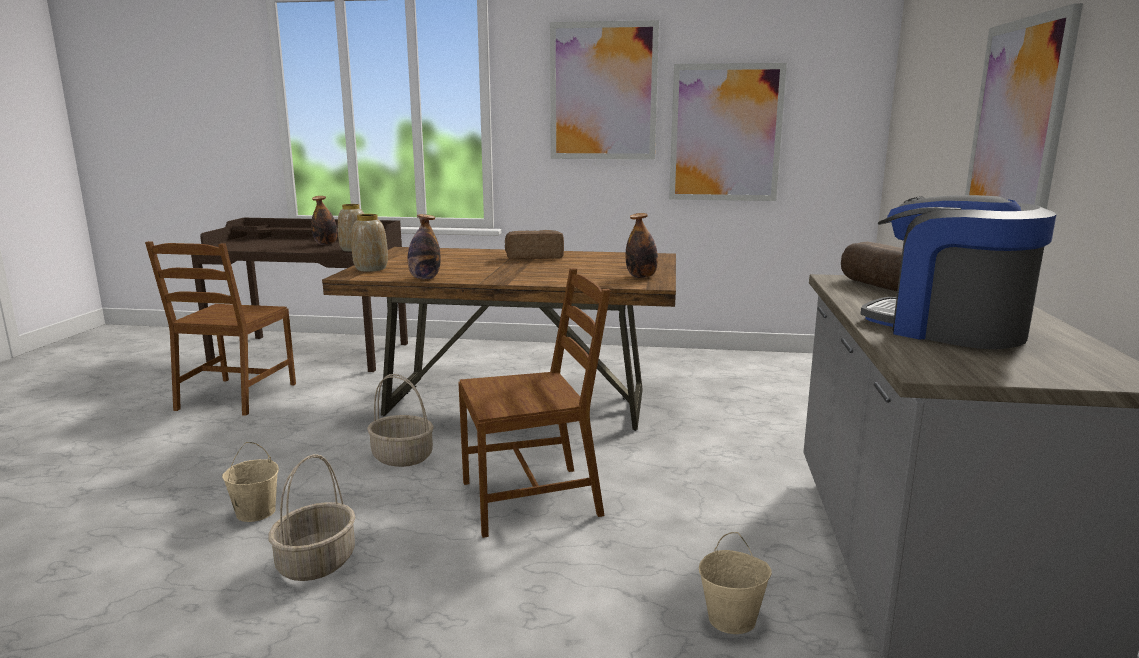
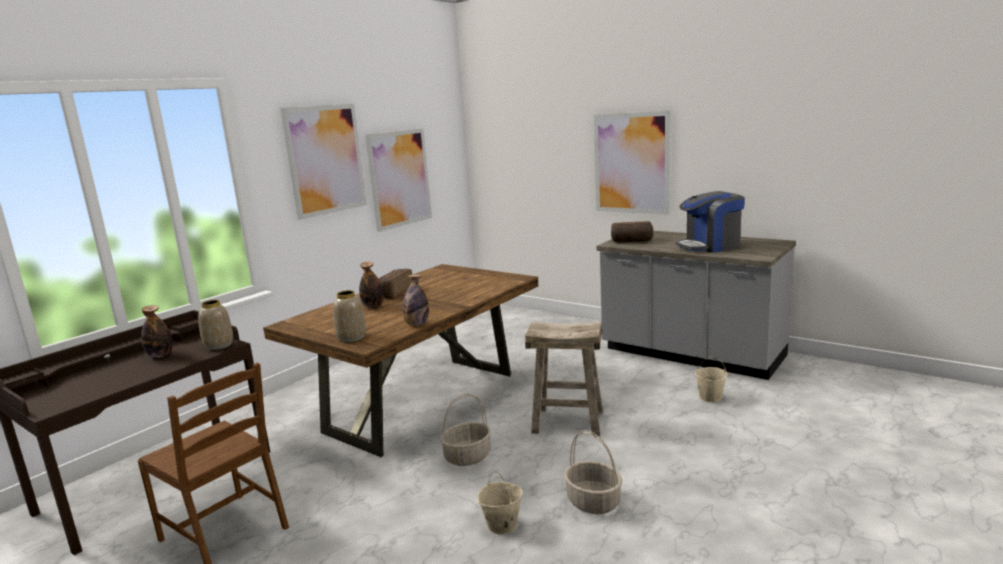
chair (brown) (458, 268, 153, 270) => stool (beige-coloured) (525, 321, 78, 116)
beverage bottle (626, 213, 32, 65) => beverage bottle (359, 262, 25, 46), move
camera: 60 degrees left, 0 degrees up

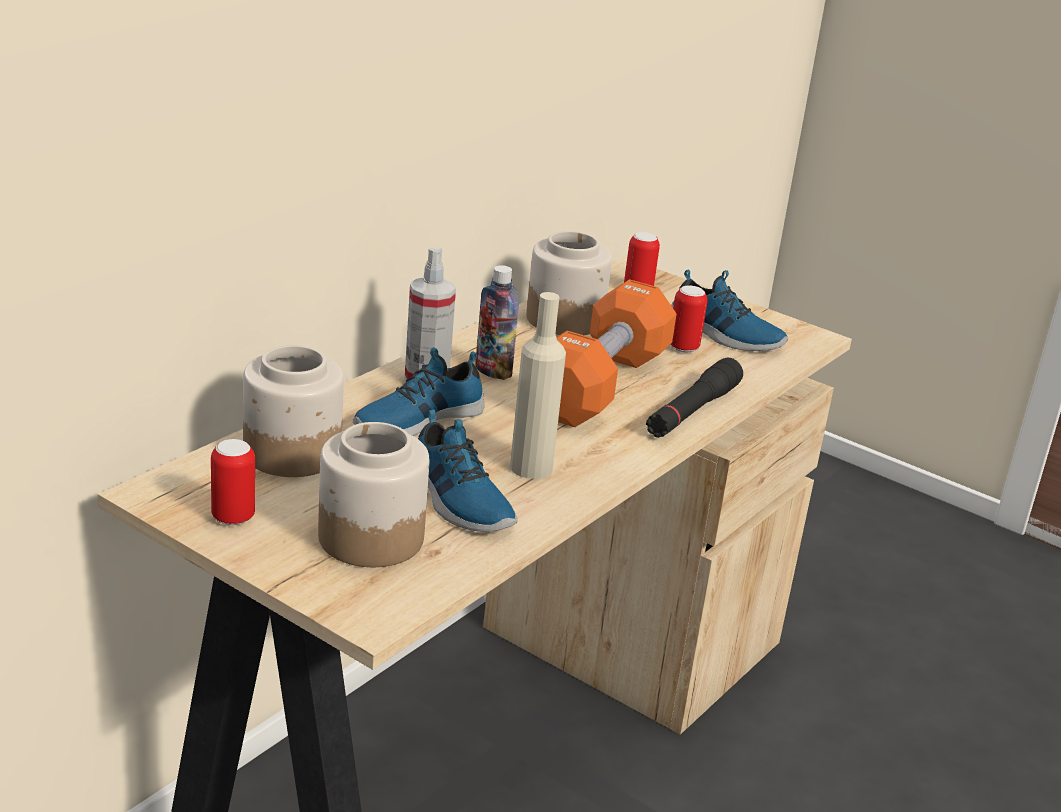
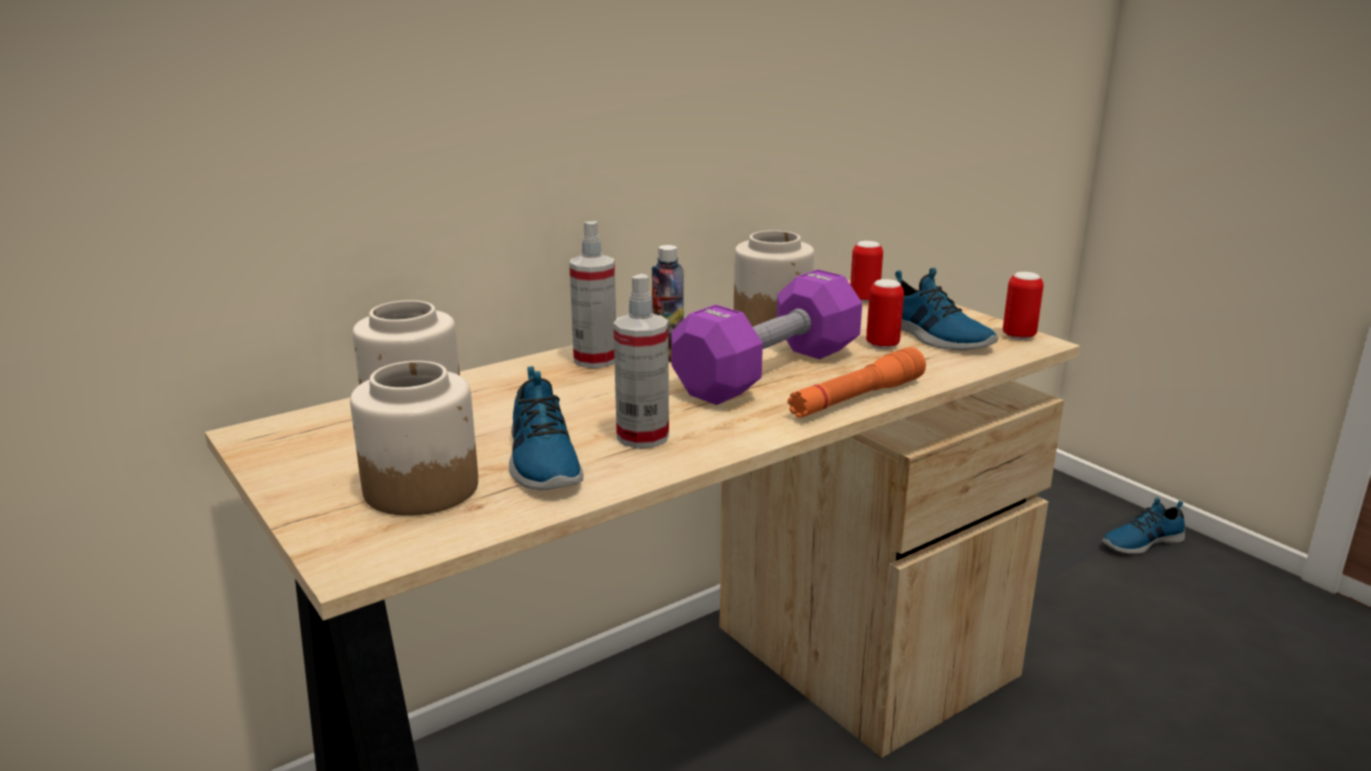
sealed can (211, 439, 44, 86) => sealed can (1003, 272, 41, 68), move
low shoe (353, 347, 131, 89) => low shoe (1102, 497, 83, 57), move
beverage bottle (beige-coloured) (510, 292, 56, 187) => spray bottle (613, 274, 56, 175)
hand weight (orange-coloured) (556, 279, 120, 148) => hand weight (purple-coloured) (671, 269, 191, 136)
hand torch (blackish) (646, 358, 97, 80) => hand torch (orange-coloured) (788, 347, 138, 71)
camera: 20 degrees right, 5 degrees down

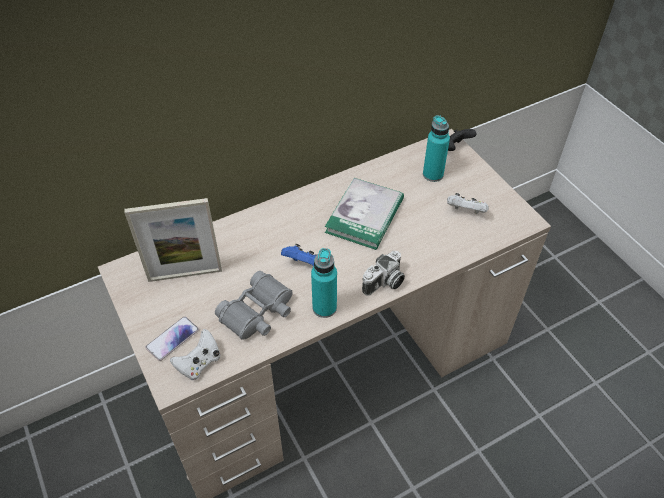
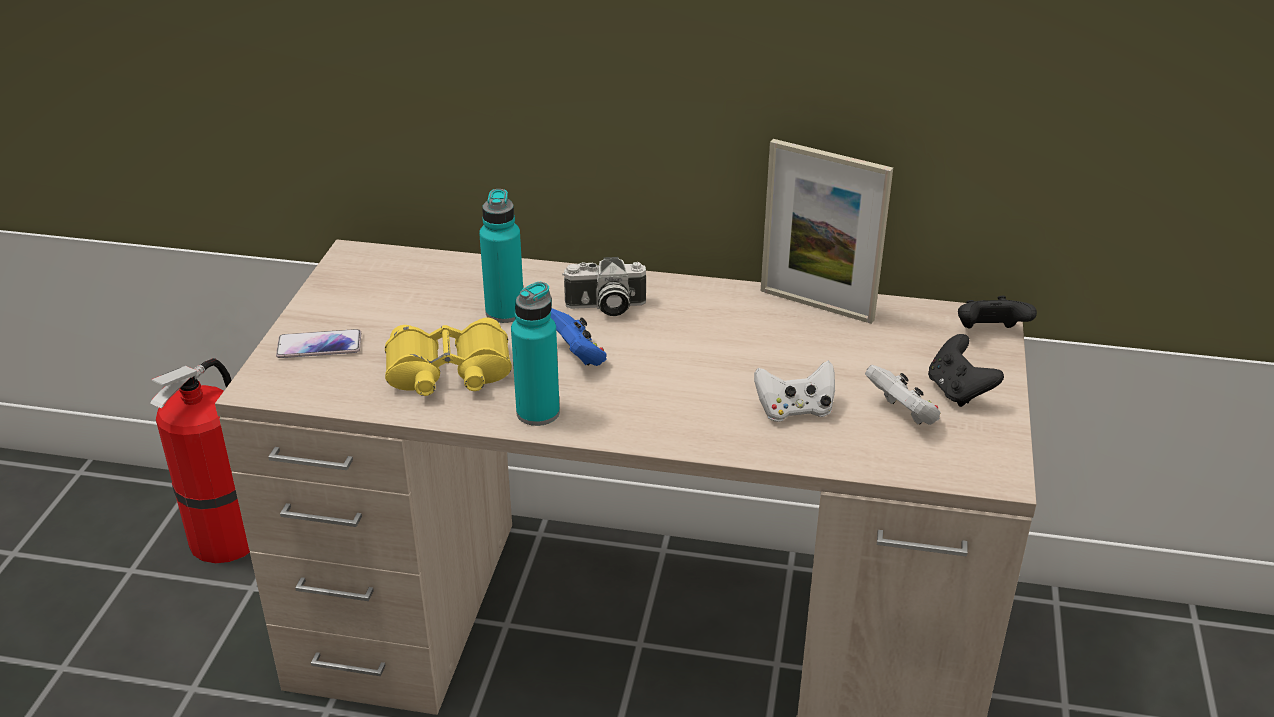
picture frame (124, 198, 98, 84) => picture frame (761, 139, 132, 185), move
joypad (white) (170, 329, 50, 51) => joypad (white) (754, 360, 81, 62), move
pair of binoculars (greyish) (215, 271, 78, 68) => pair of binoculars (yellow-coloured) (385, 318, 127, 78)
bound book (325, 178, 79, 72) => nothing
photo camera (362, 251, 43, 45) => photo camera (562, 257, 84, 59), move
beverage bottle (turquoise) (423, 115, 27, 67) => beverage bottle (turquoise) (479, 189, 44, 134), move
nothing => fire-fighting cylinder (150, 358, 100, 205)
nothing => joypad (blackish) (928, 334, 76, 73)
camera: 40 degrees right, 15 degrees down

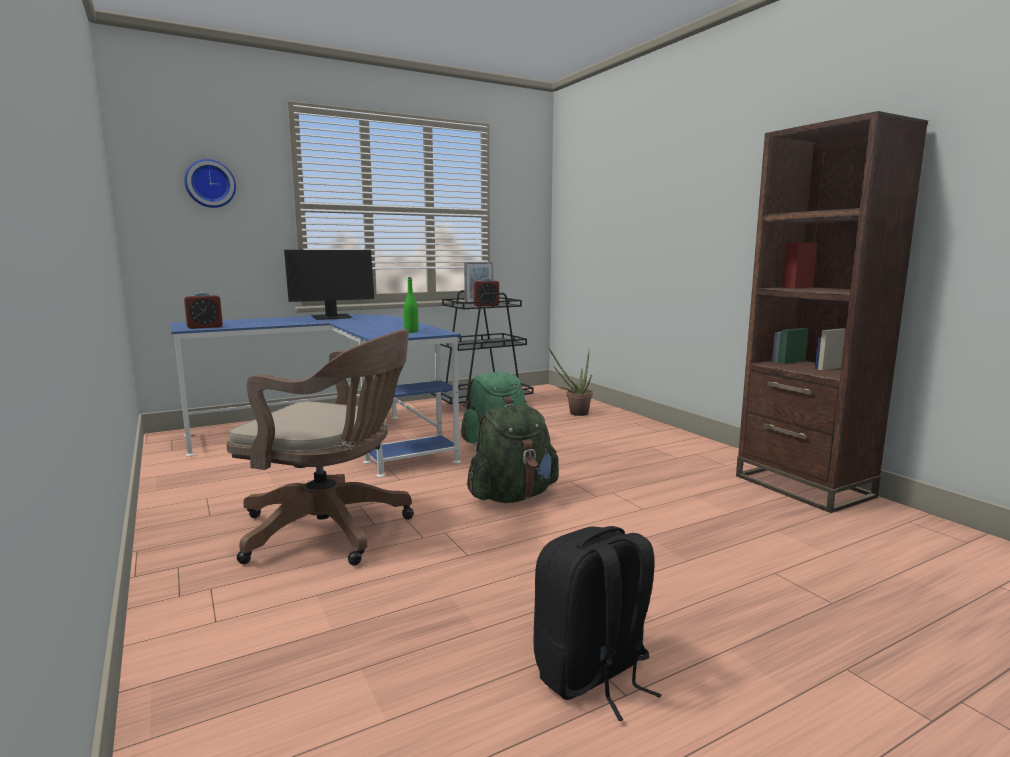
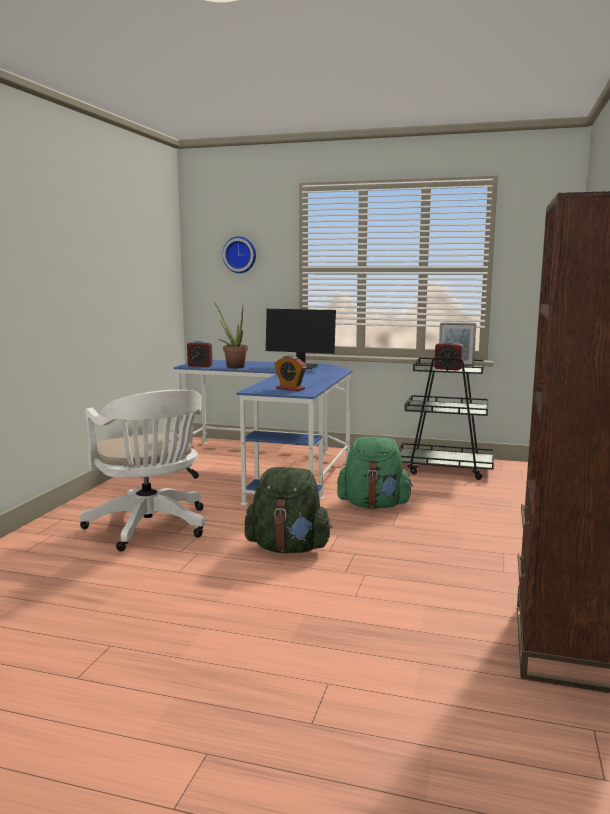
desk chair (brown) (226, 330, 188, 235) => desk chair (white) (80, 390, 125, 161)
beverage bottle (green-coloured) (404, 277, 14, 56) => table clock (274, 355, 33, 36)
rucksack (blackish) (534, 526, 128, 195) => nothing
houseplant (548, 347, 45, 69) => houseplant (215, 303, 33, 65), move
camera: 45 degrees right, 0 degrees up

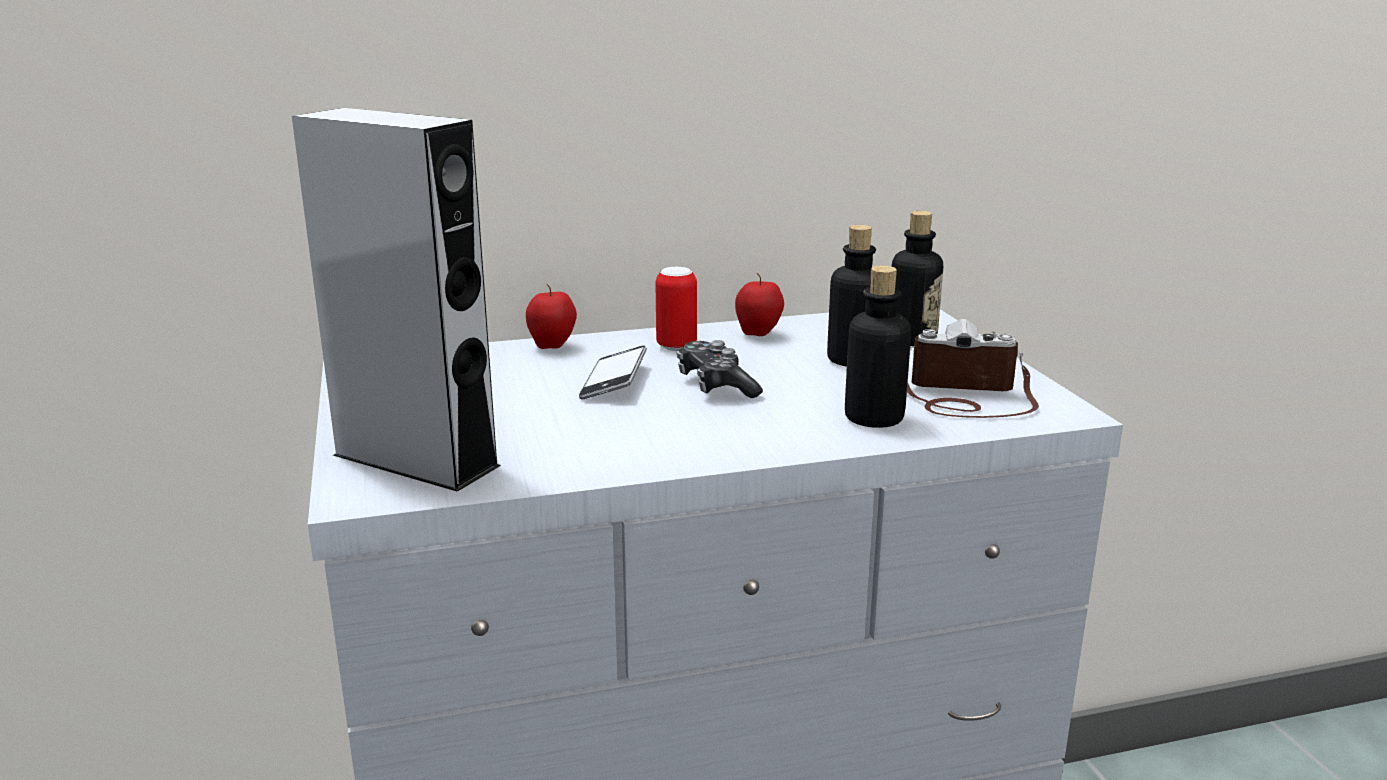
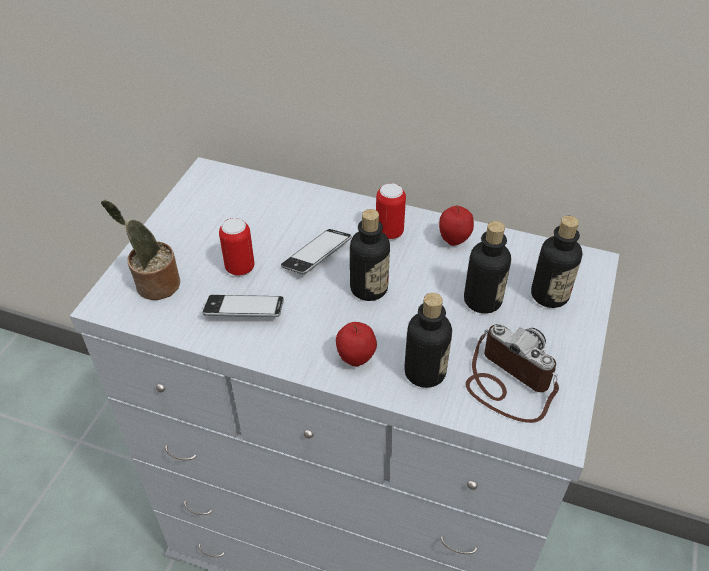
loudspeaker (greyish) (292, 108, 209, 384) => houseplant (101, 200, 79, 100)
whole apple (526, 284, 51, 65) => whole apple (336, 322, 41, 45), move
joypad (677, 340, 86, 58) => beverage bottle (350, 209, 40, 92)
nothing => handset (202, 295, 82, 22)
nothing => sealed can (219, 218, 35, 58)
camera: 35 degrees right, 25 degrees up

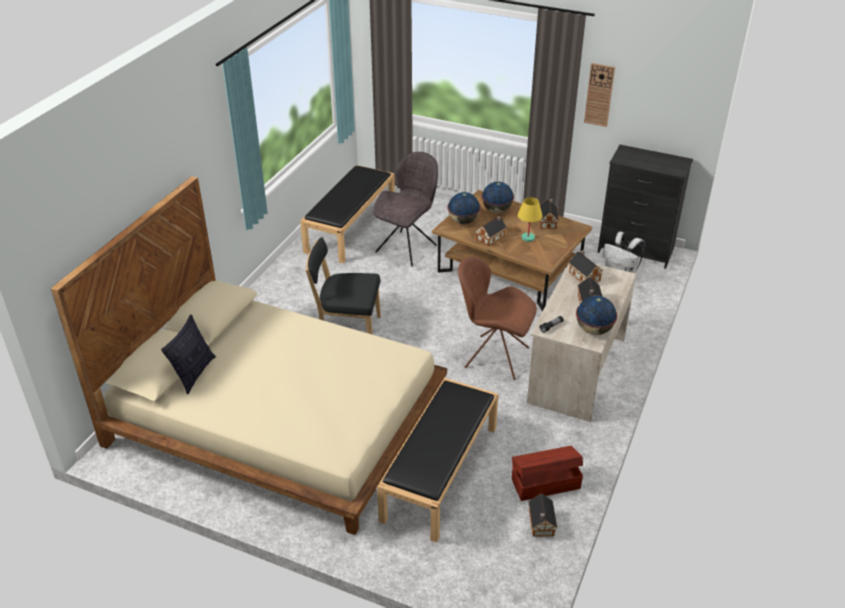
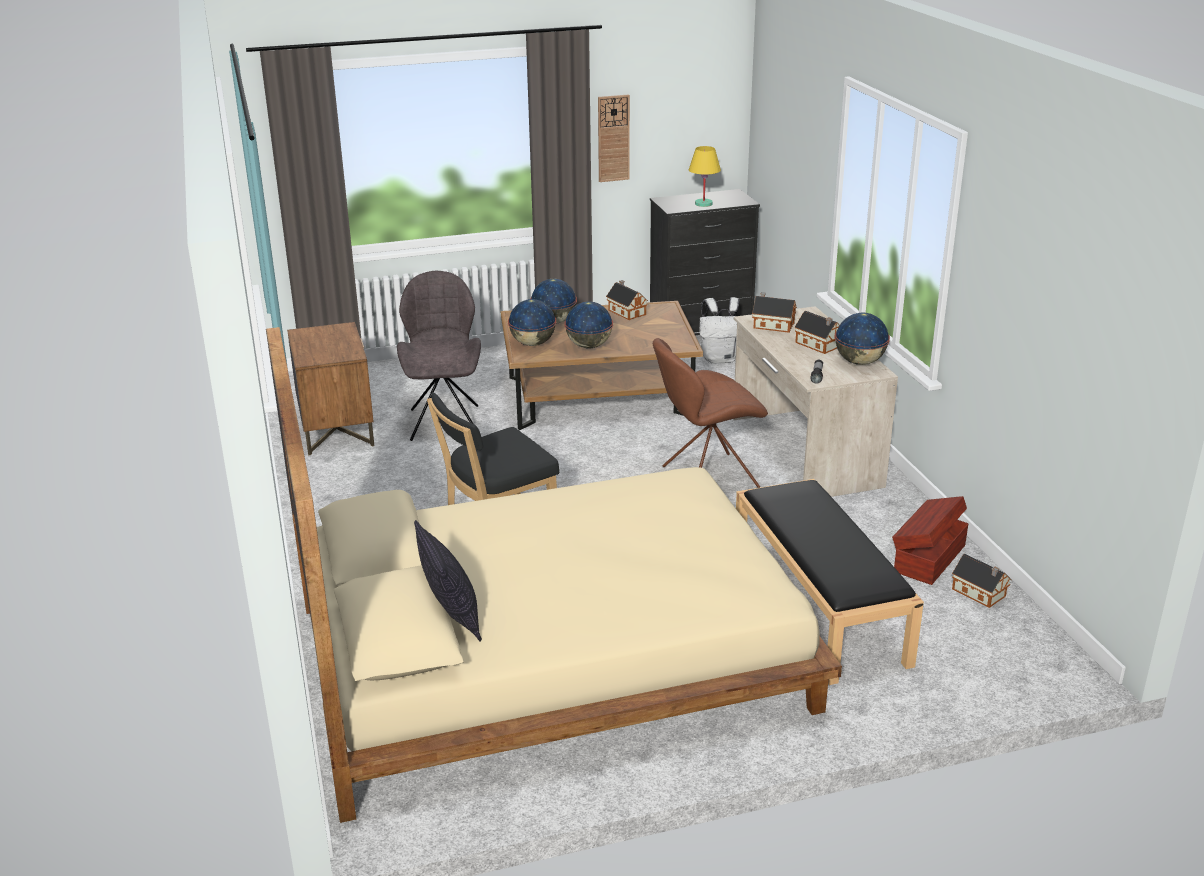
long seat (blackish) (300, 165, 95, 98) => night table (brown) (287, 322, 87, 134)
miniature house (475, 216, 32, 30) => world globe (564, 301, 49, 47)
lamp for a table (yellow-coloured) (518, 197, 25, 45) => lamp for a table (yellow-coloured) (689, 146, 32, 61), move
camera: 40 degrees left, 10 degrees down

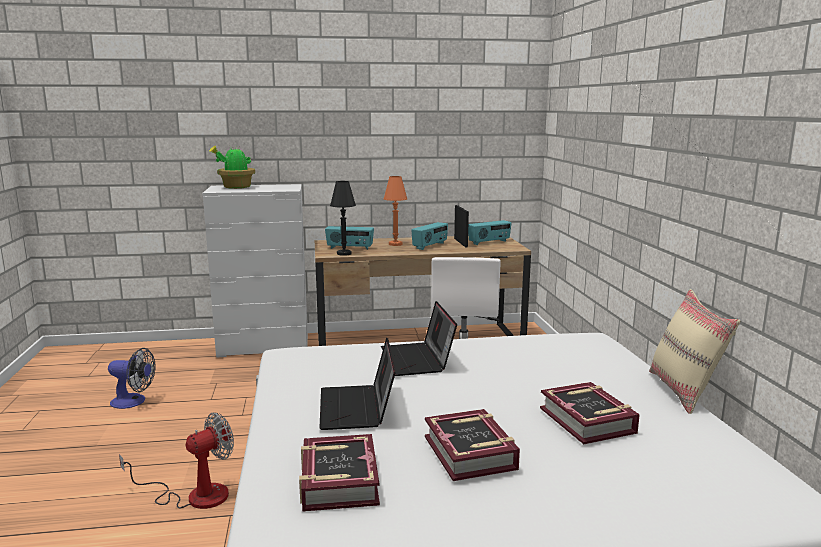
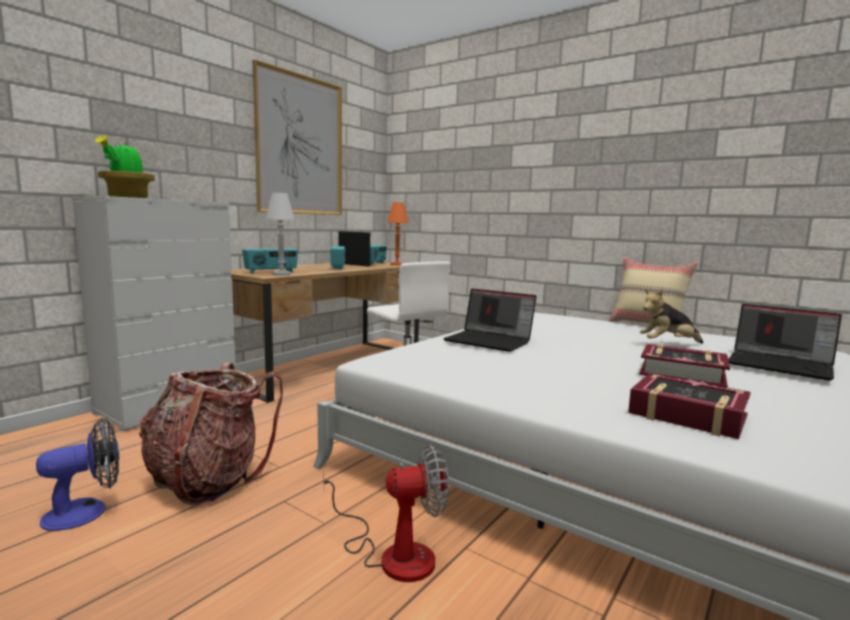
electric fan (119, 413, 115, 96) => electric fan (323, 445, 126, 137), 75 degrees clockwise
laptop (319, 337, 77, 93) => laptop (728, 304, 114, 77), move
lamp for a table (blackish) (330, 181, 26, 75) => lamp for a table (white) (265, 193, 30, 83)
lamp for a table (orange-coloured) (384, 176, 23, 70) => lamp for a table (orange-coloured) (387, 202, 22, 63), move
bound book (540, 382, 100, 62) => plush toy (640, 289, 63, 55)
nothing => rucksack (139, 362, 144, 143)
nothing => wall picture (253, 59, 89, 156)
camera: 45 degrees left, 5 degrees down

